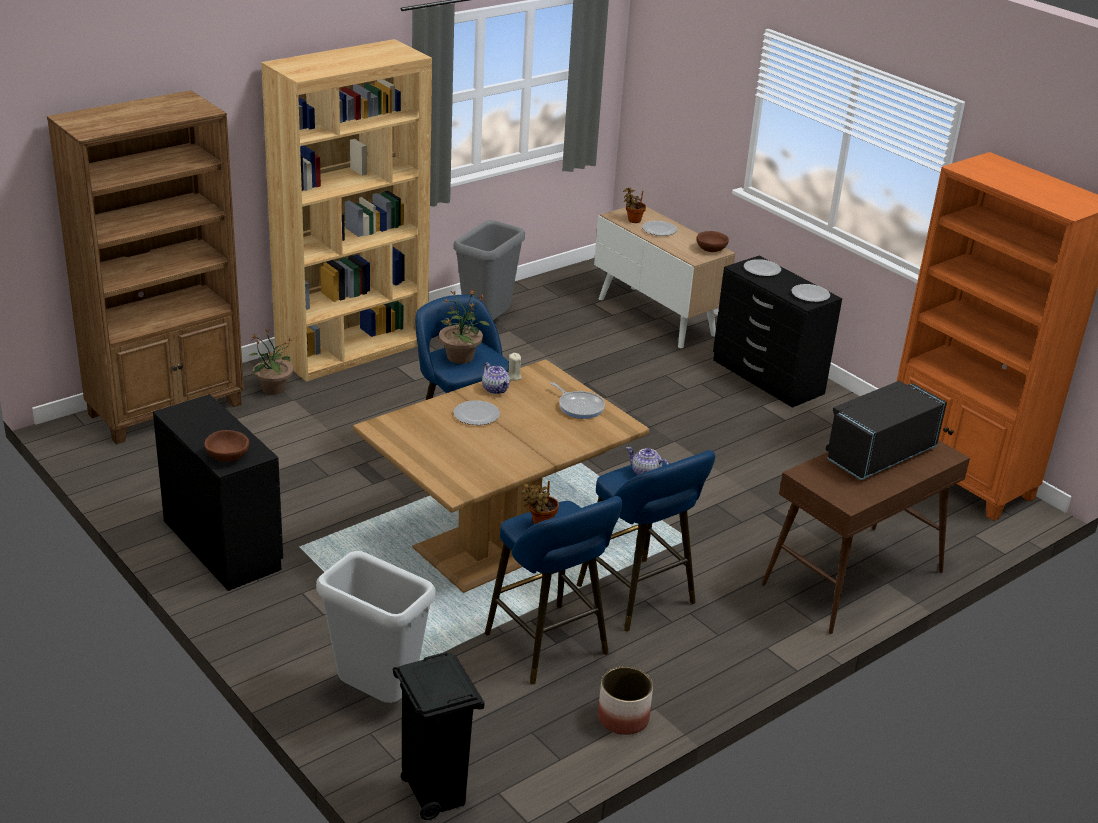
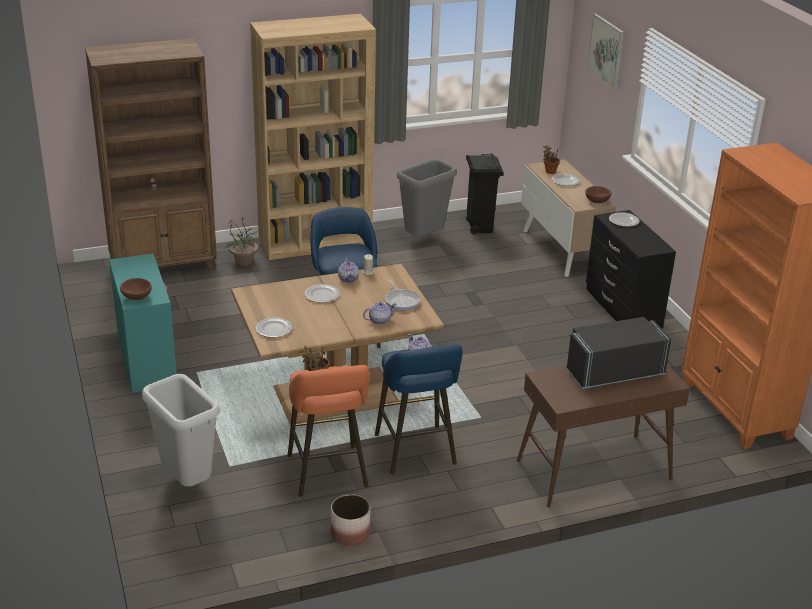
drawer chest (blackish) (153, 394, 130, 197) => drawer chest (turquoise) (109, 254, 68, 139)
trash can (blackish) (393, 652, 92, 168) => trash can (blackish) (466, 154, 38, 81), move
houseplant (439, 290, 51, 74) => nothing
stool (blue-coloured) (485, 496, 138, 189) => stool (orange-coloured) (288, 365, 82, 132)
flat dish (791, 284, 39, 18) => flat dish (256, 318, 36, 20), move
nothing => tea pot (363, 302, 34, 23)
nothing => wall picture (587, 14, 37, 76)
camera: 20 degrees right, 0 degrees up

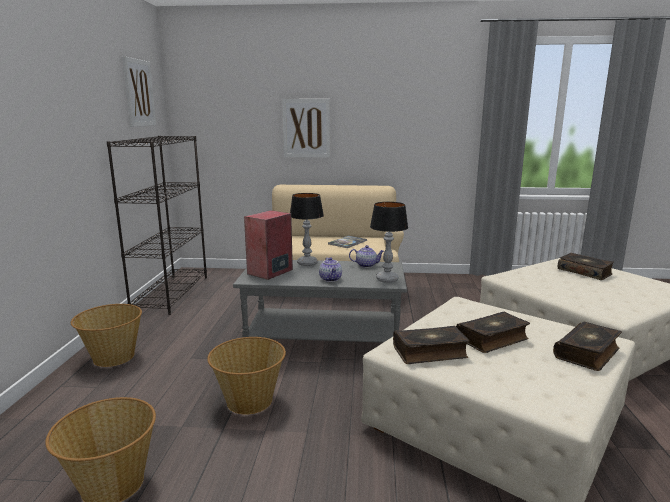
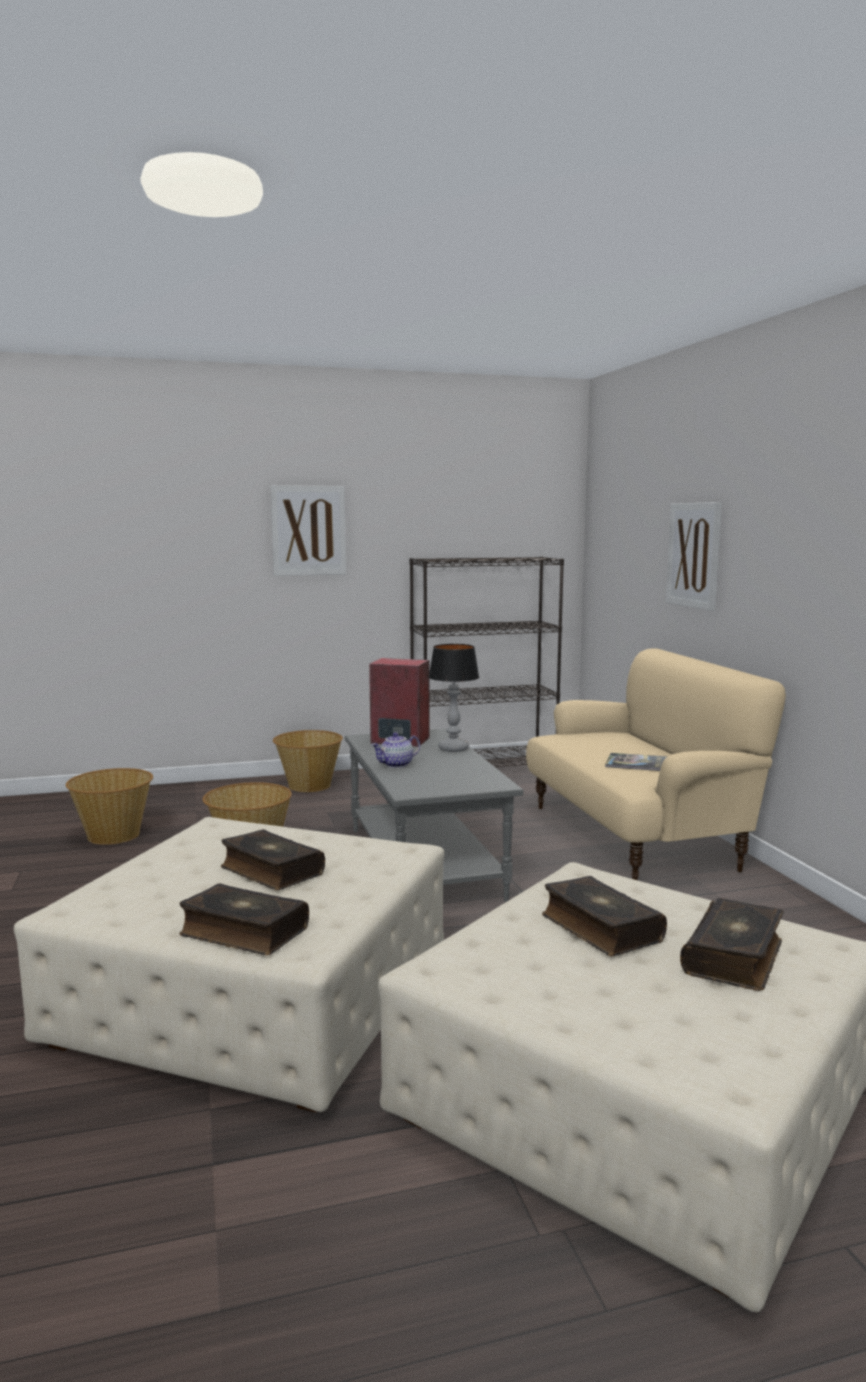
wall picture (122, 56, 34, 71) => wall picture (271, 485, 75, 91), move
tea pot (349, 245, 35, 23) => nothing
lamp for a table (370, 202, 38, 81) => nothing
bound book (393, 326, 77, 38) => bound book (542, 876, 125, 80), move
camera: 70 degrees right, 5 degrees down

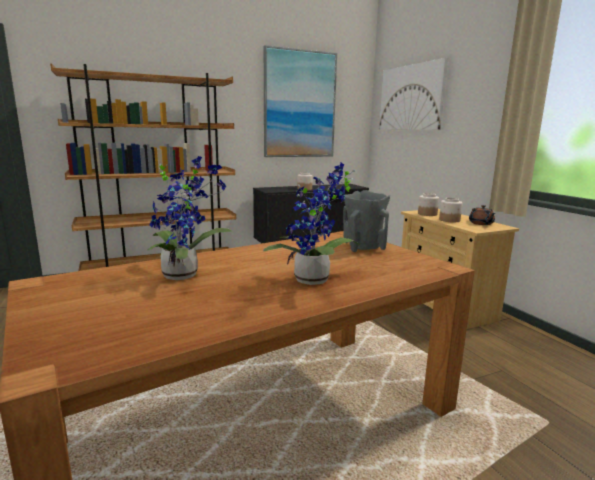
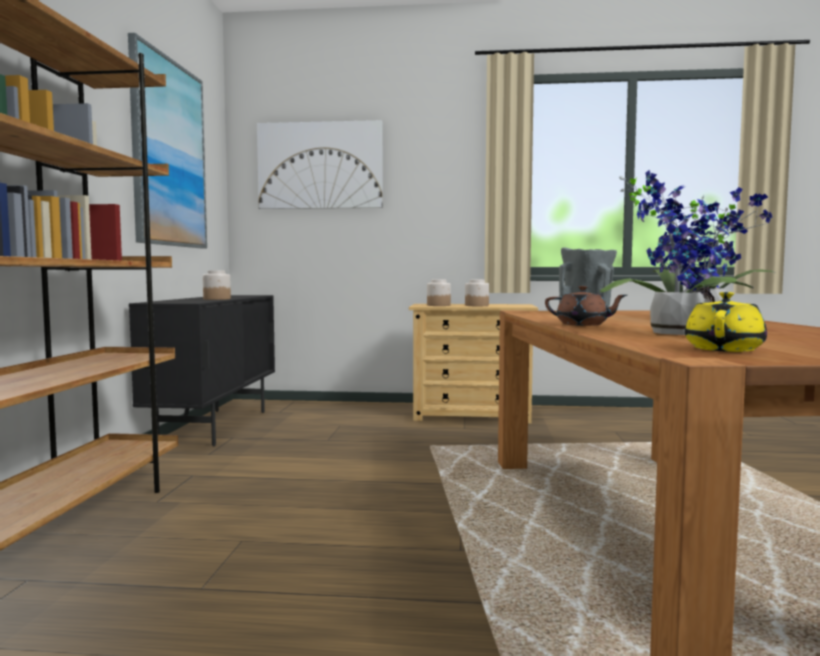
tea pot (brown) (469, 205, 26, 20) => tea pot (brown) (545, 286, 82, 40), move
nothing => tea pot (yellow-coloured) (685, 292, 82, 60)
camera: 60 degrees left, 10 degrees down

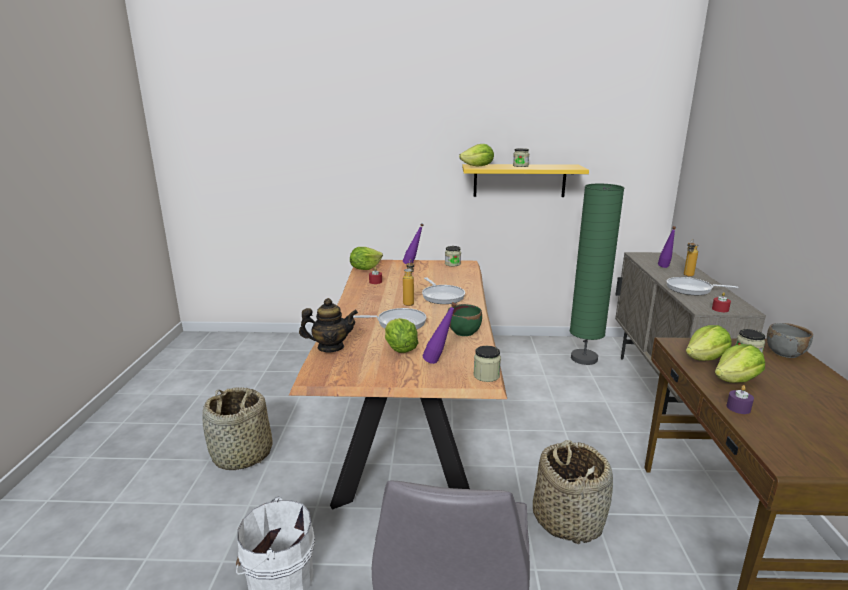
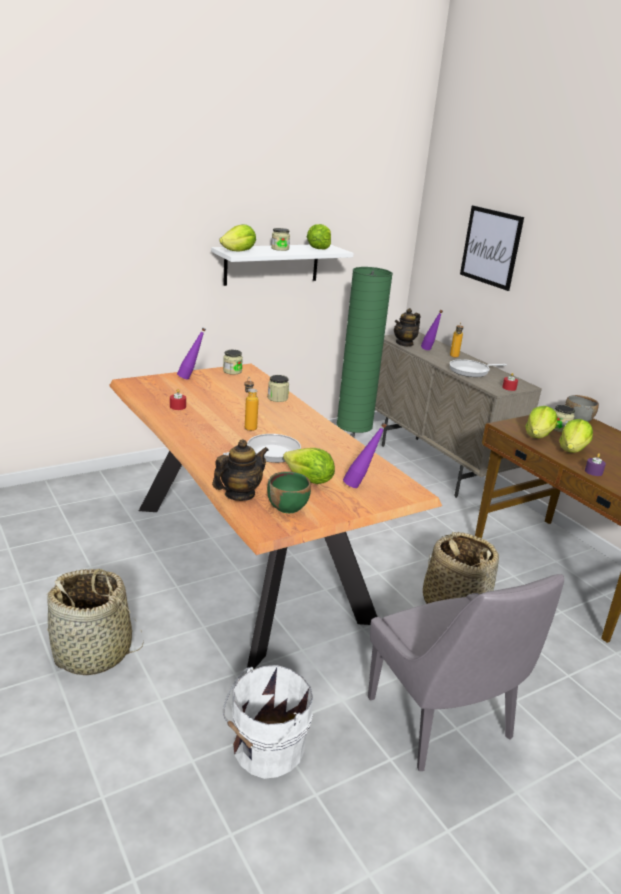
head of lettuce (350, 247, 33, 23) => head of lettuce (307, 224, 24, 26), move
skillet (422, 277, 43, 27) => nothing
bowl (green-coloured) (447, 304, 35, 32) => bowl (green-coloured) (267, 471, 44, 42), move
wall shelf (yellow-coloured) (462, 164, 127, 33) => wall shelf (white) (211, 245, 143, 41)
preserve jar (473, 346, 28, 36) => preserve jar (268, 375, 21, 27), move
nothing => tea pot (394, 308, 26, 39)
nothing => wall picture (460, 205, 64, 86)
camera: 35 degrees left, 5 degrees up

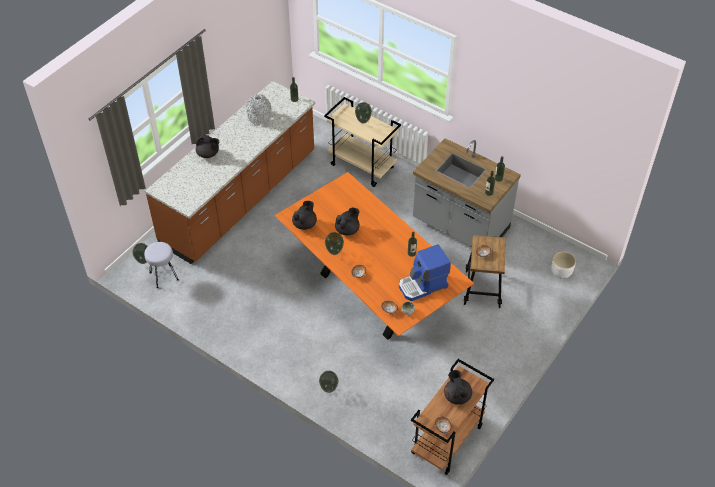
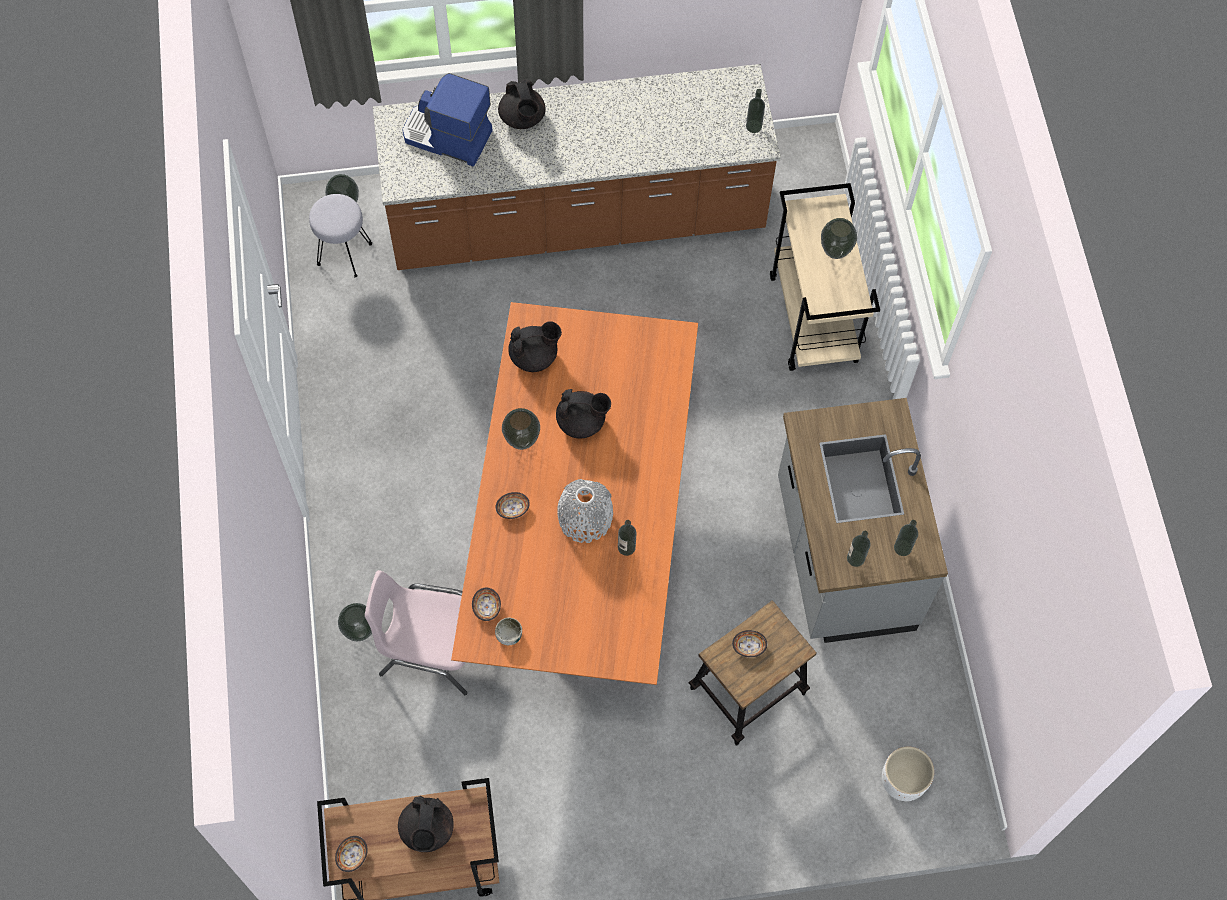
vase (greyish) (246, 94, 26, 31) => vase (greyish) (557, 479, 56, 64), move
coffee brewer (399, 244, 52, 57) => coffee brewer (402, 73, 91, 93), move
tea pot (blackish) (444, 370, 28, 35) => tea pot (blackish) (398, 796, 56, 56), 150 degrees clockwise
nothing => chair (pinkish) (365, 570, 103, 125)
camera: 45 degrees right, 15 degrees up

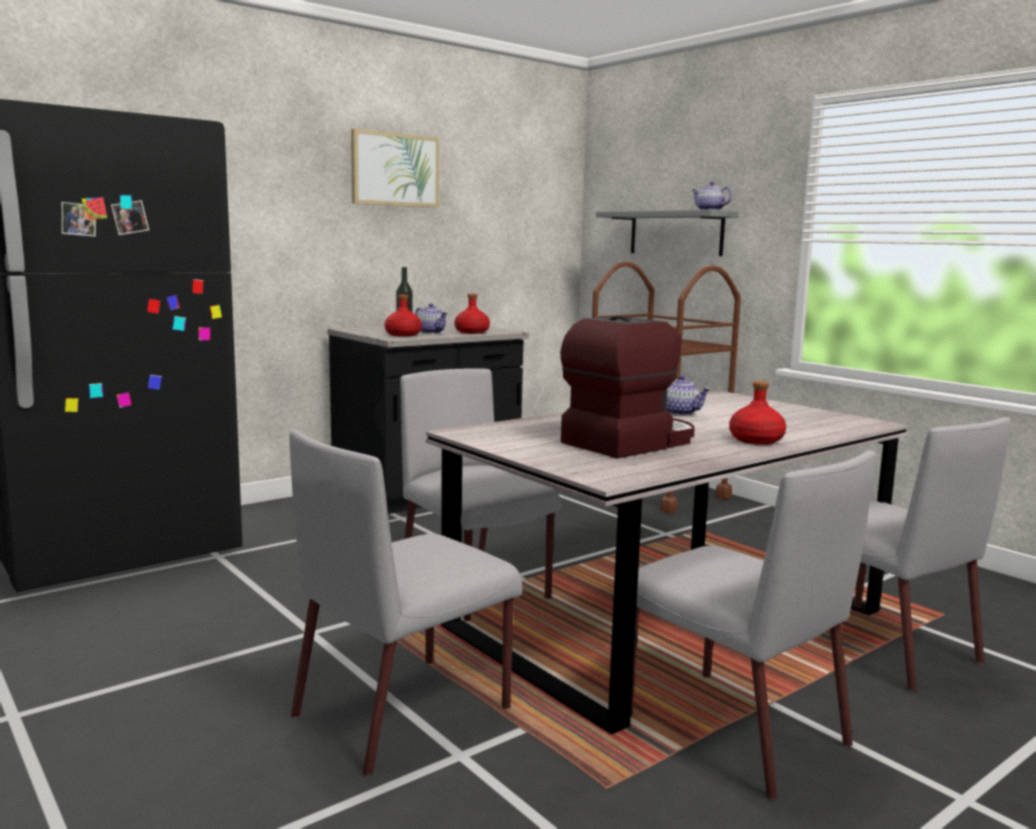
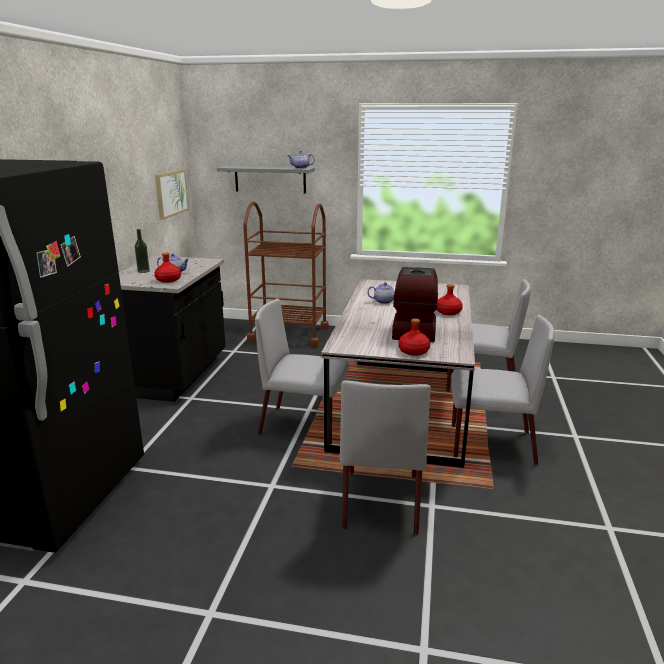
wall picture (351, 129, 89, 79) => wall picture (155, 169, 34, 51), move
beverage bottle (reddish) (454, 294, 36, 40) => beverage bottle (reddish) (398, 318, 32, 38), move
camera: 40 degrees left, 10 degrees up

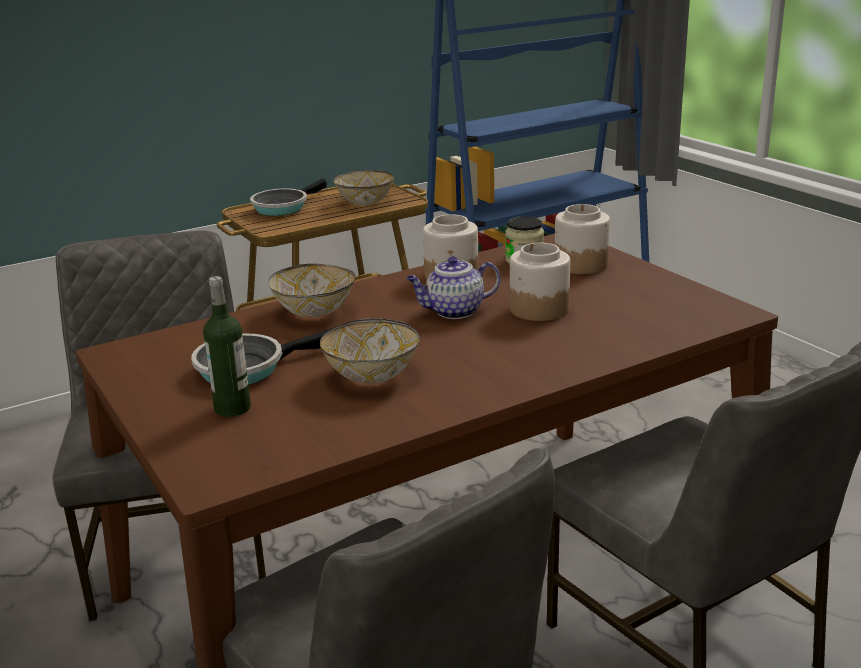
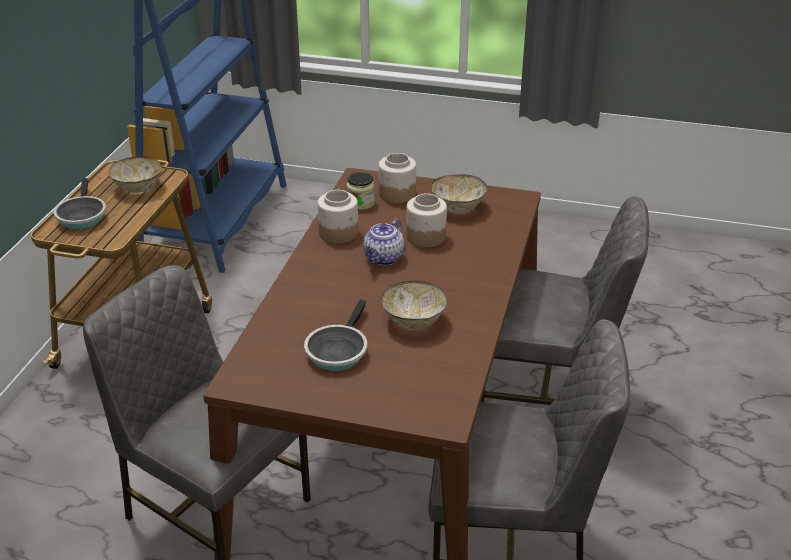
beverage bottle (203, 276, 48, 141) => nothing
bowl (268, 264, 88, 53) => bowl (431, 174, 56, 38), move
camera: 45 degrees left, 10 degrees up

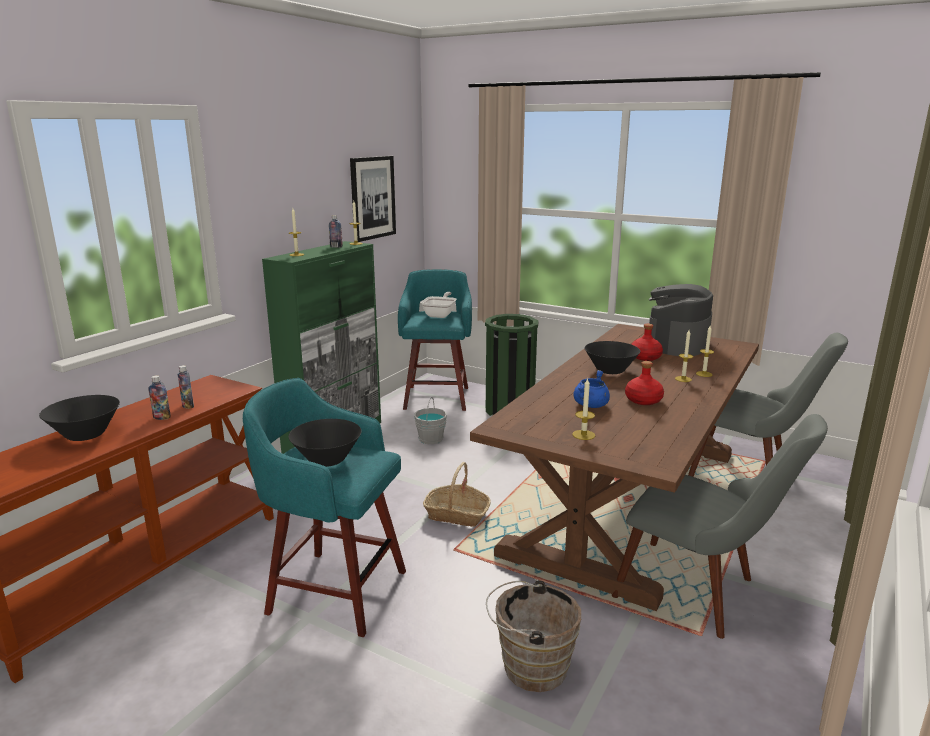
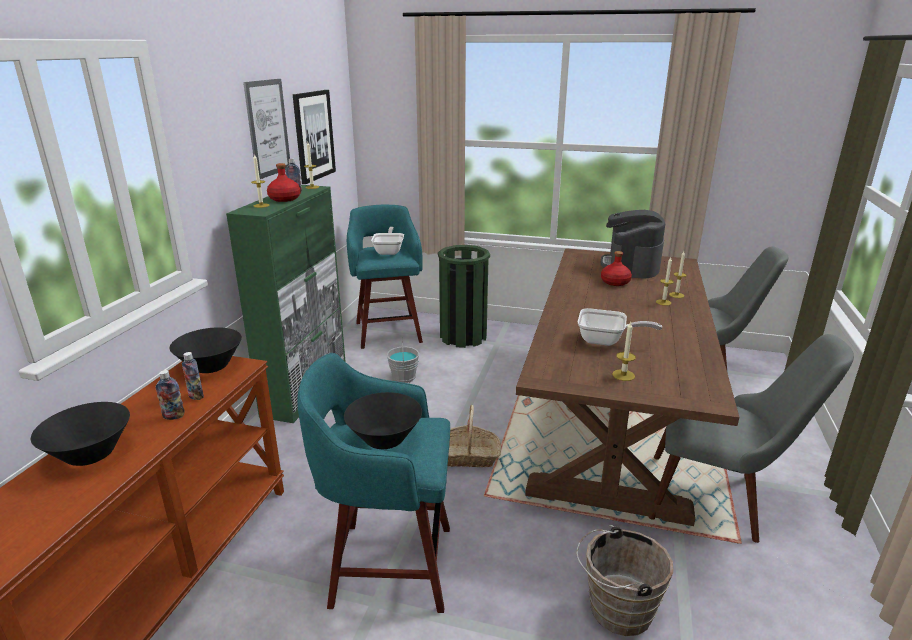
cooking pot (blue-coloured) (573, 370, 37, 38) => skillet (578, 308, 84, 38)
bowl (blackish) (585, 341, 55, 33) => bowl (blackish) (170, 327, 72, 46), move
beverage bottle (reddish) (625, 361, 39, 44) => beverage bottle (reddish) (267, 163, 34, 39), move
nothing => wall picture (243, 79, 47, 100)
camera: 15 degrees left, 5 degrees up

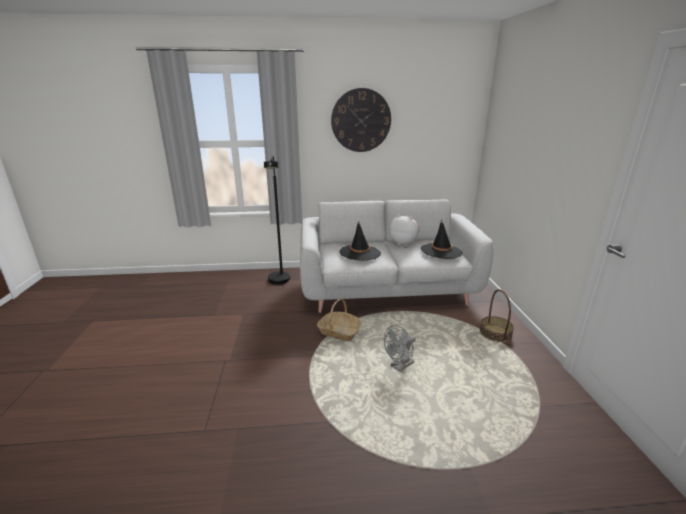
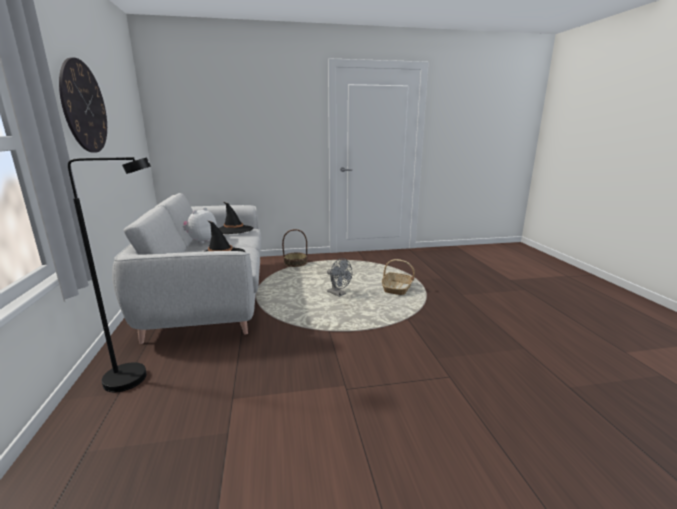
household basket (317, 299, 45, 42) => household basket (382, 259, 33, 36), move
camera: 95 degrees left, 5 degrees down

